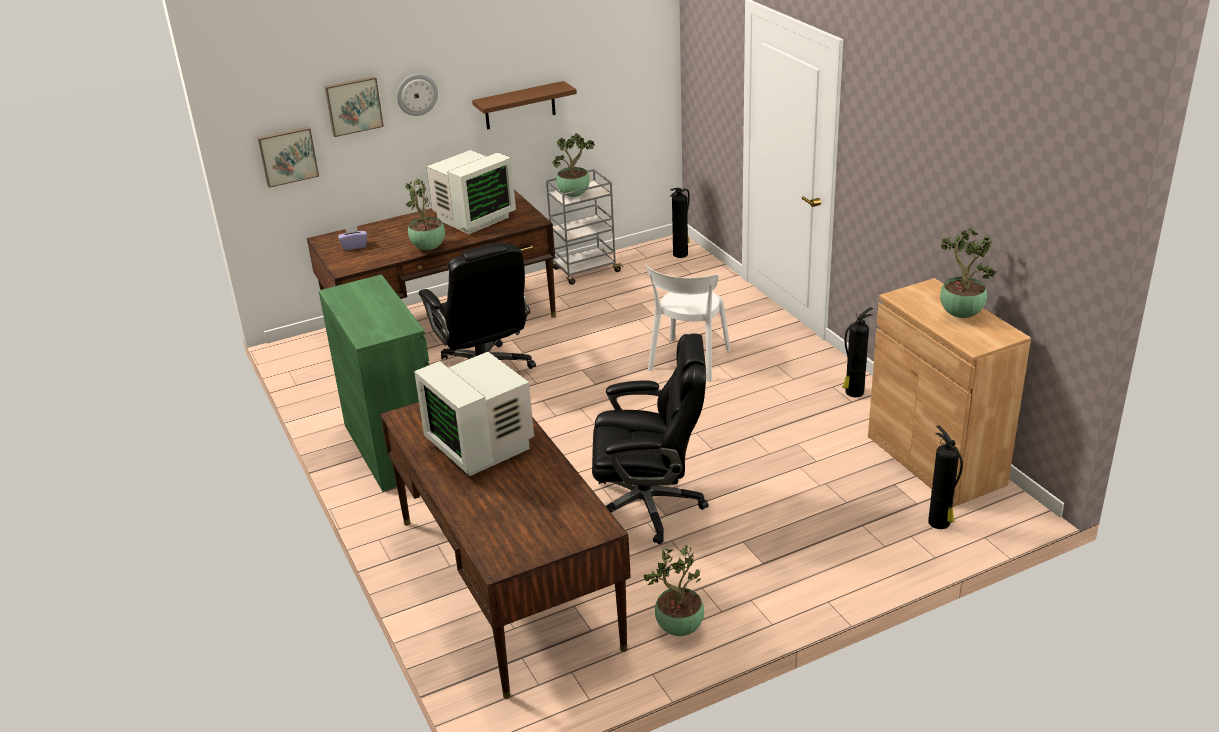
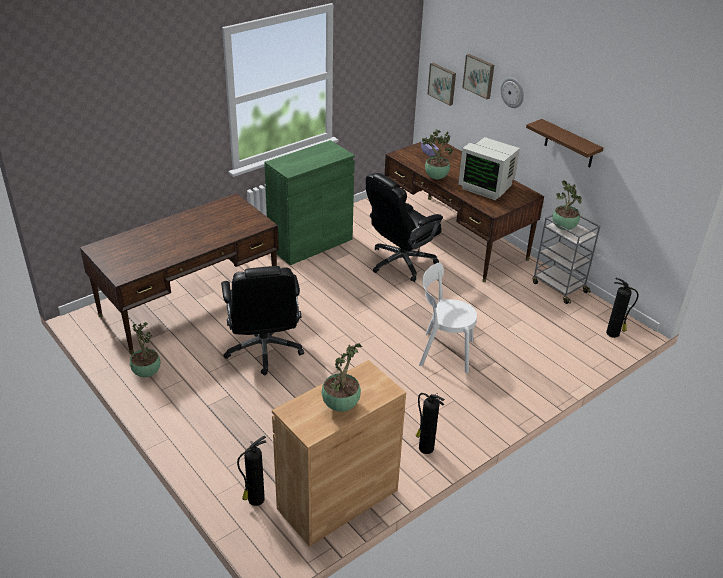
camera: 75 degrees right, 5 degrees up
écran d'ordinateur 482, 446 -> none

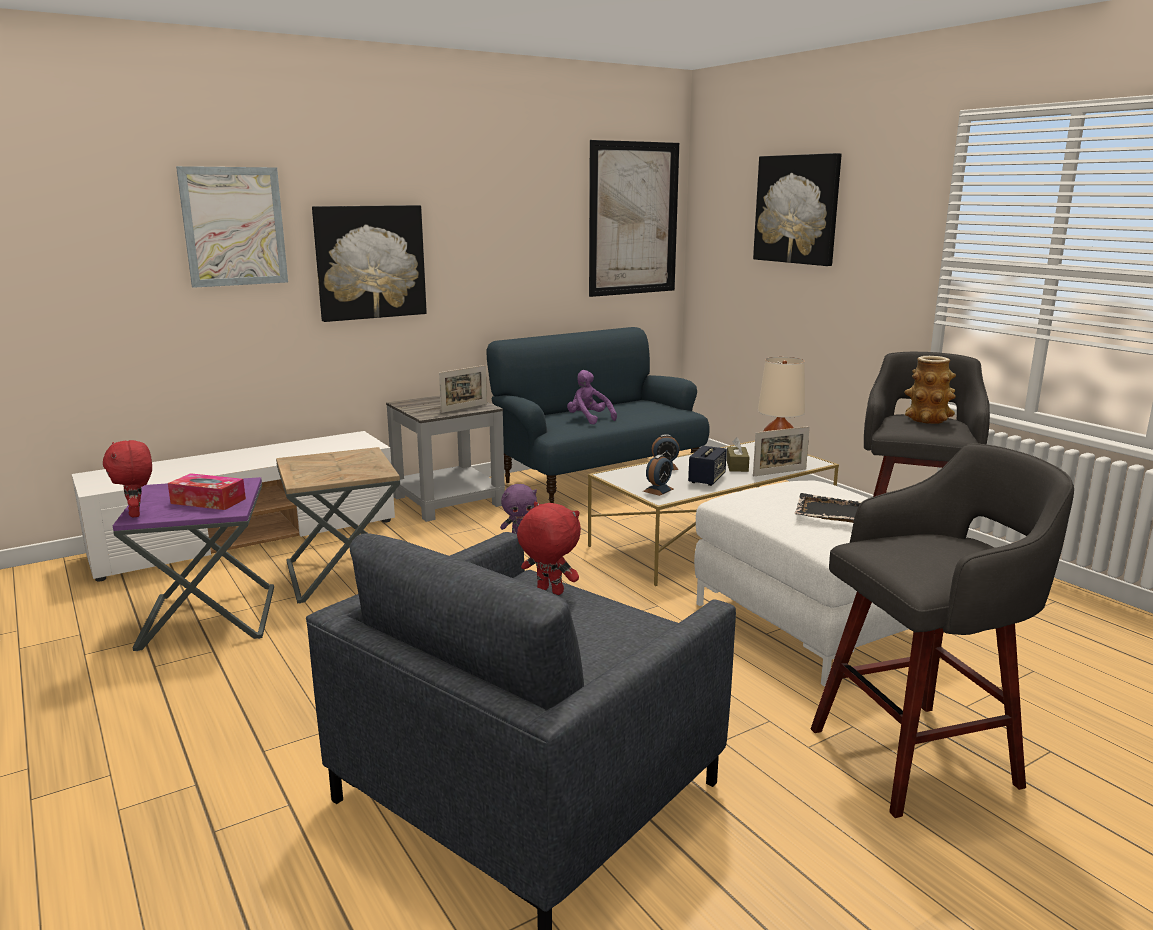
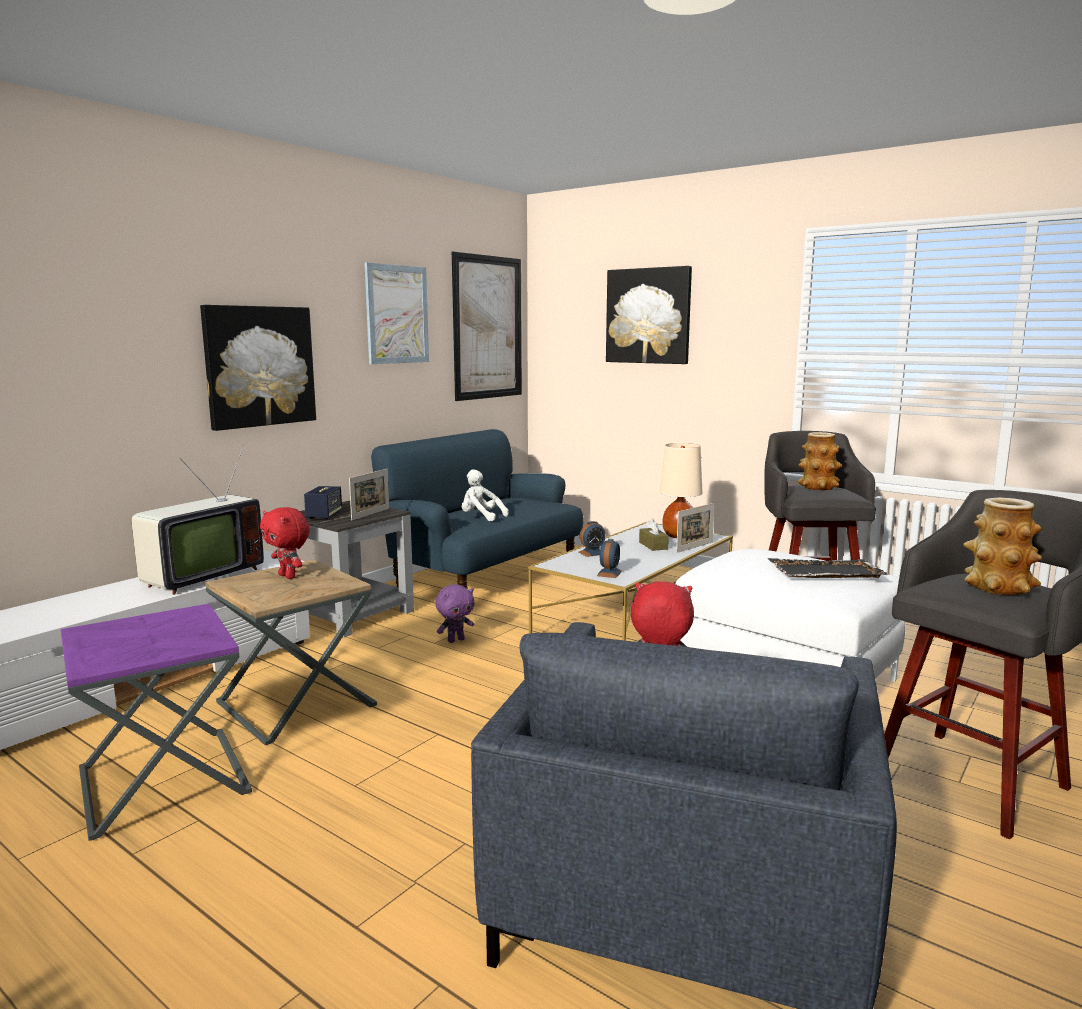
camera: 20 degrees left, 5 degrees down
tableau 234, 226 -> tableau 397, 314, relocated
peluche (violet) 588, 419 -> peluche (blanc) 481, 517
peluche (rouge) 137, 514 -> peluche (rouge) 288, 576, relocated
enceinte 707, 479 -> enceinte 324, 515, relocated
boîte à mouchoirs 208, 501 -> none
none -> téléviseur 199, 577
none -> vase 998, 588

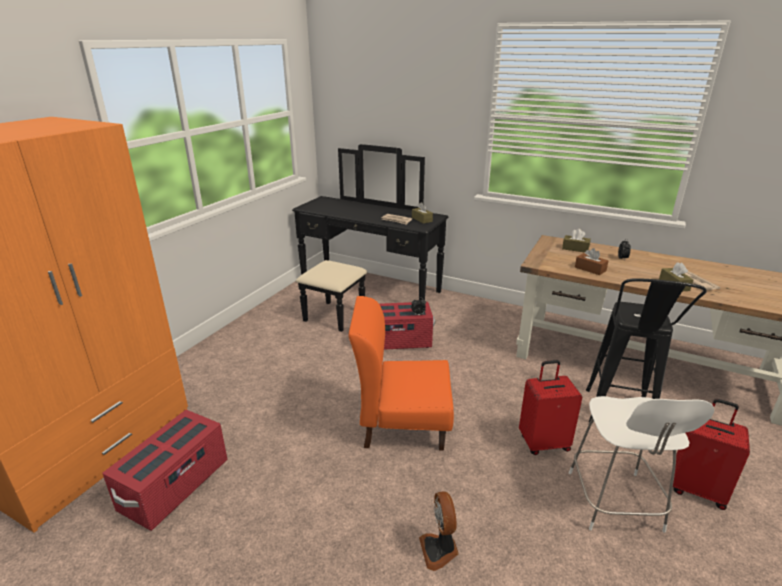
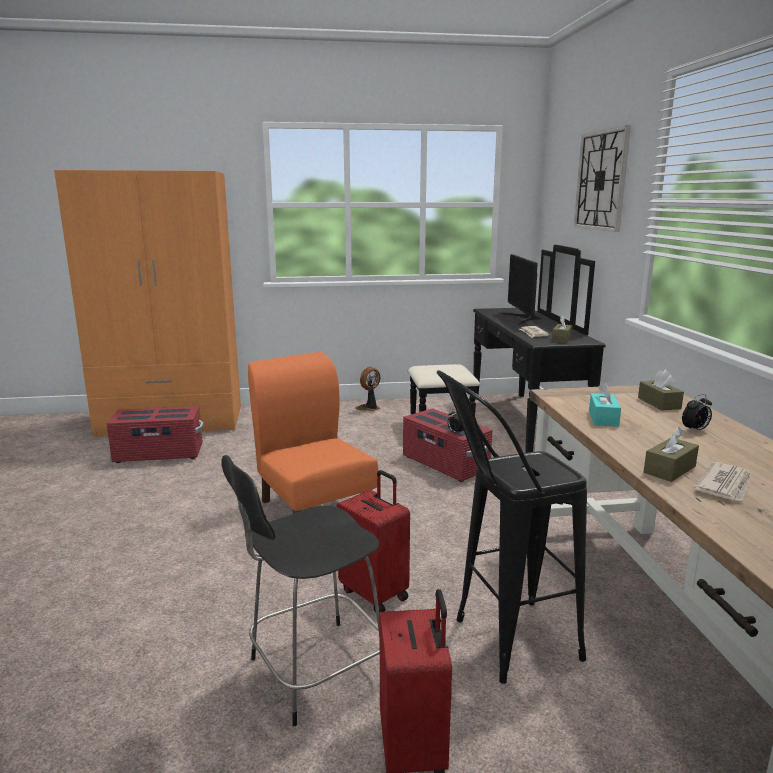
camera: 55 degrees right, 10 degrees down
boîte à mouchoirs (marron) 590, 269 -> boîte à mouchoirs (turquoise) 603, 418
chaise (blanc) 615, 503 -> chaise (noir) 313, 671
ventilateur 439, 550 -> ventilateur 369, 408, relocated
none -> horloge murale 601, 180
none -> écran d'ordinateur 522, 319

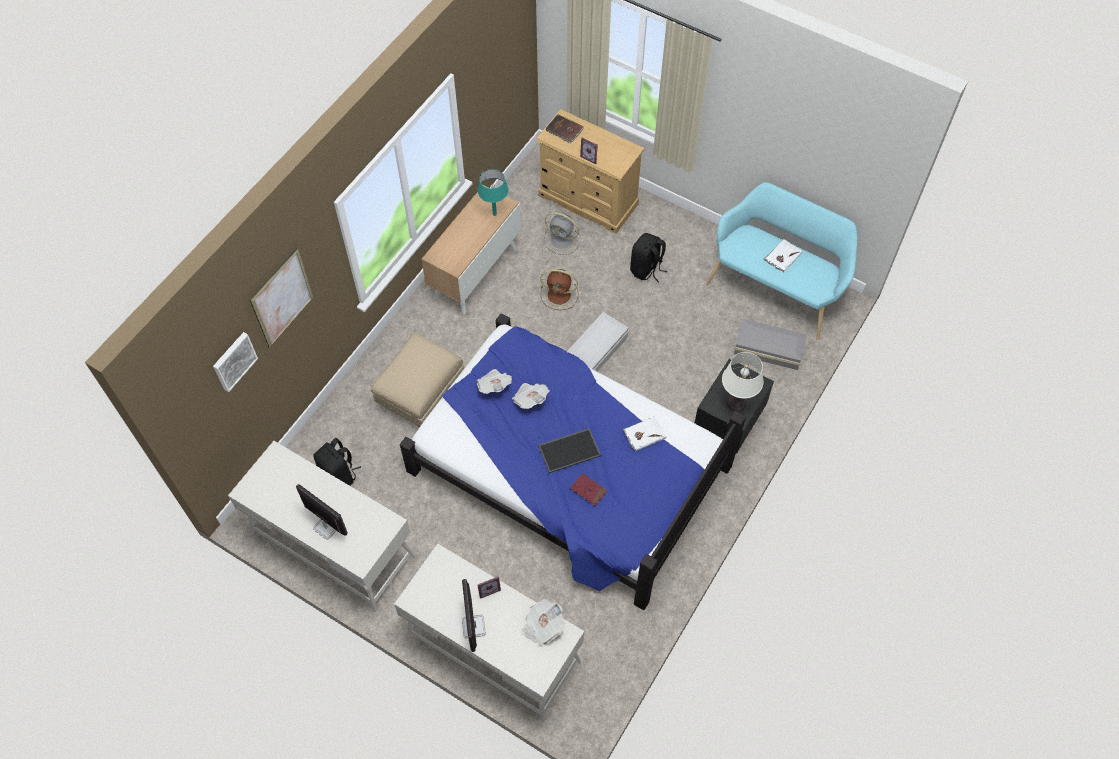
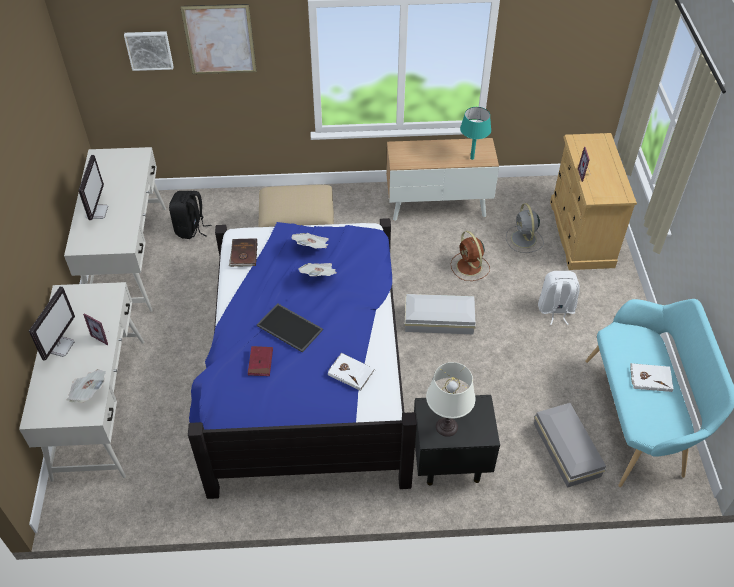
camera: 55 degrees right, 10 degrees down
livre (marron) 564, 130 -> livre (marron) 243, 254, relocated
sac à dos (noir) 646, 269 -> sac à dos (blanc) 555, 309
écran d'ordinateur 474, 627 -> écran d'ordinateur 60, 346, 150 degrees clockwise

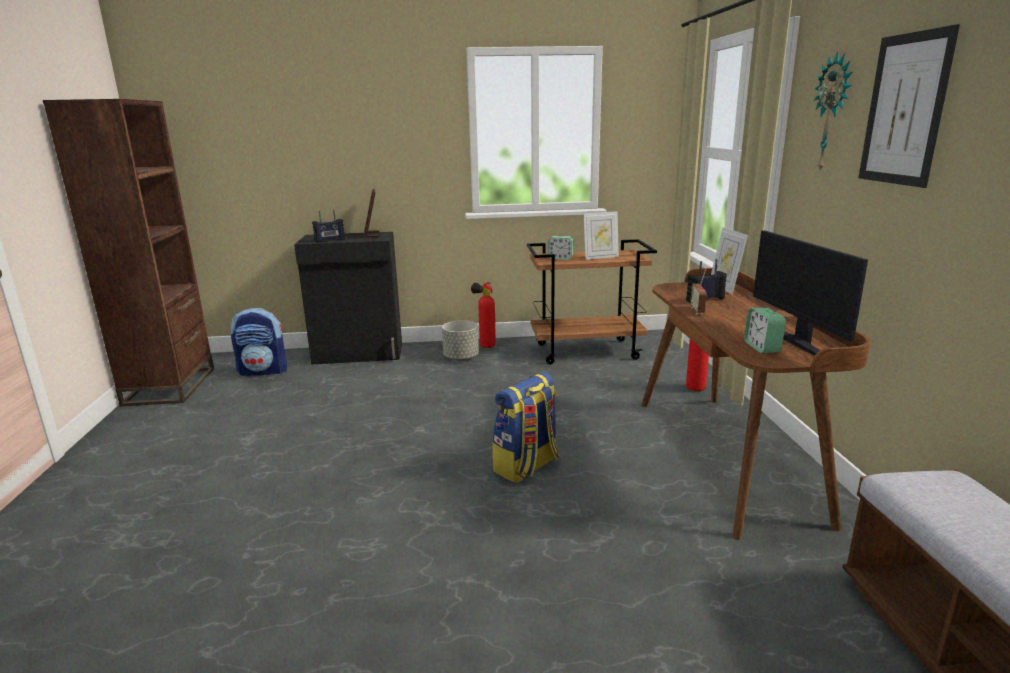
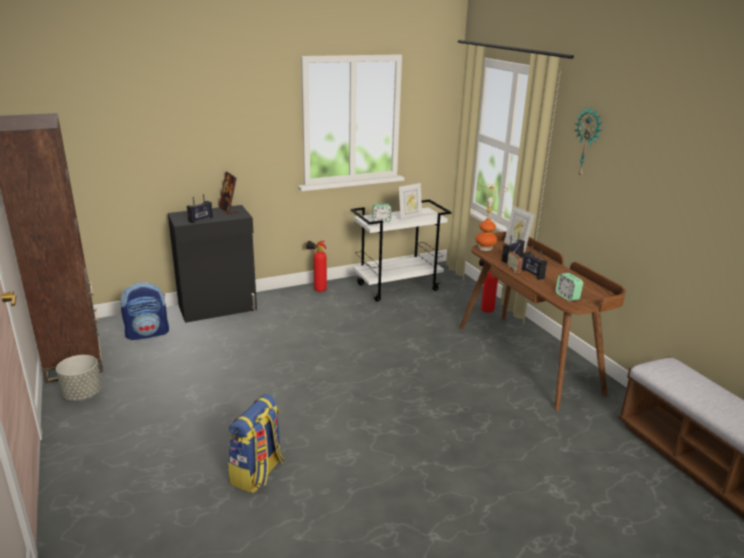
camera: 20 degrees left, 5 degrees up
tableau 904, 110 -> none
écran d'ordinateur 797, 342 -> none
chariot (marron) 587, 351 -> chariot (blanc) 398, 287
cache-pot (gris) 461, 357 -> cache-pot (gris) 82, 394, relocated
sac à dos 526, 466 -> sac à dos 258, 473, relocated
none -> lampe de table 485, 248
none -> radio 532, 274

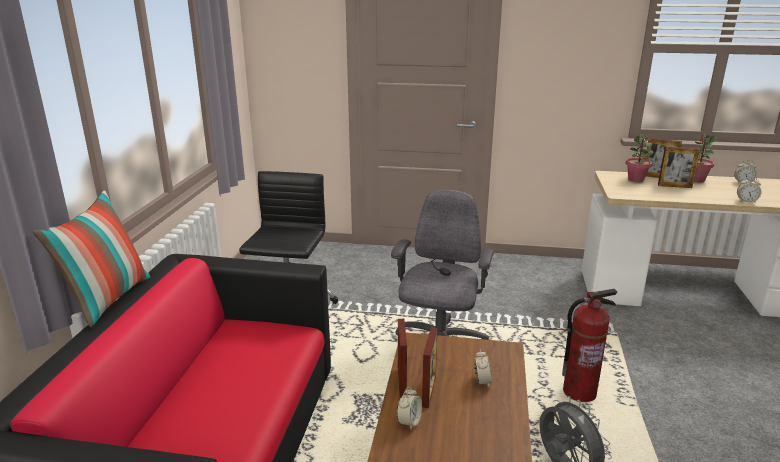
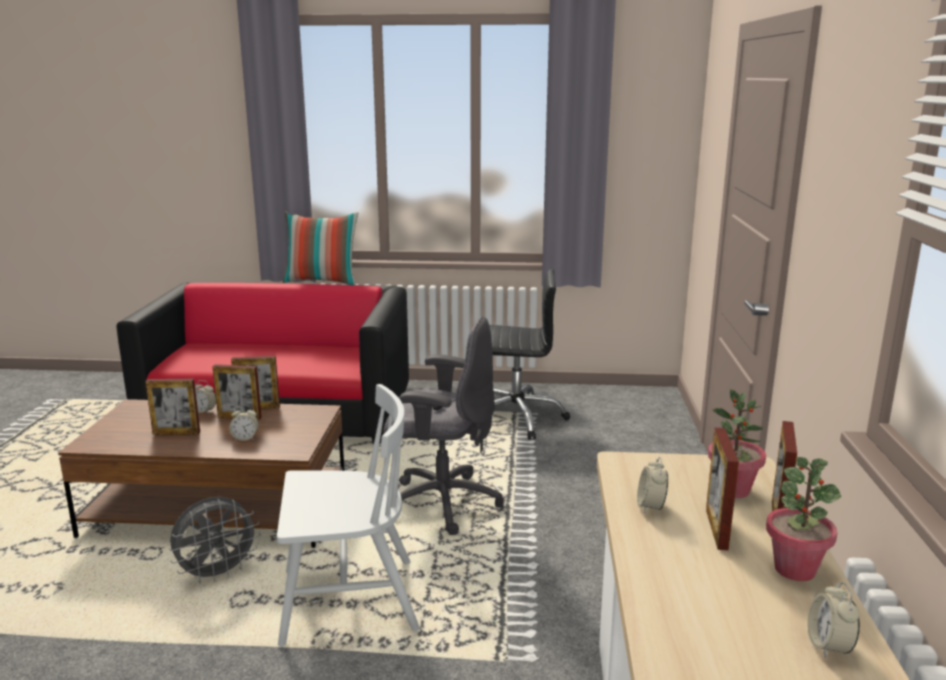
camera: 85 degrees right, 5 degrees down
réveil 746, 201 -> réveil 650, 507, relocated
extincteur 579, 392 -> chaise (blanc) 348, 600
none -> cadre photo 176, 433

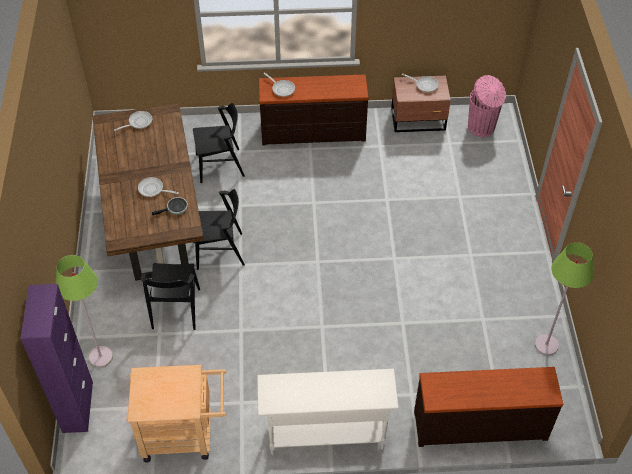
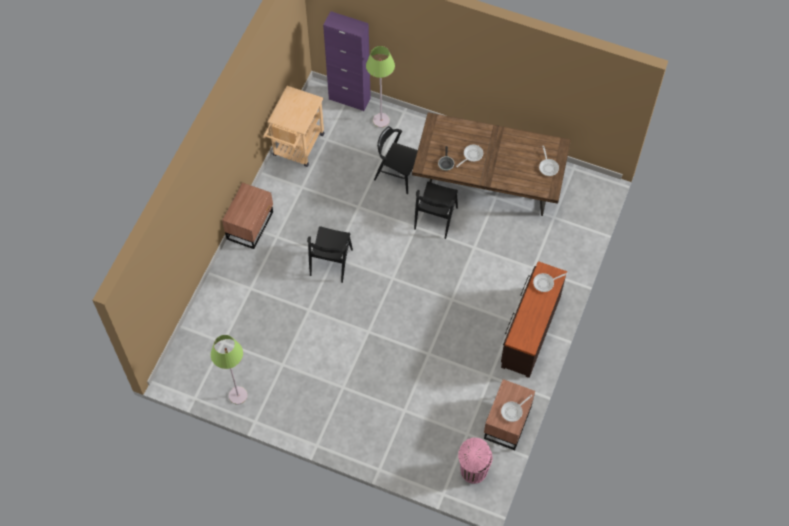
camera: 115 degrees right, 10 degrees up
chaise (noir) 220, 165 -> chaise (noir) 331, 262, relocated
commode (marron) 480, 424 -> none
table console (blanc) 326, 435 -> table de chevet (marron) 251, 225

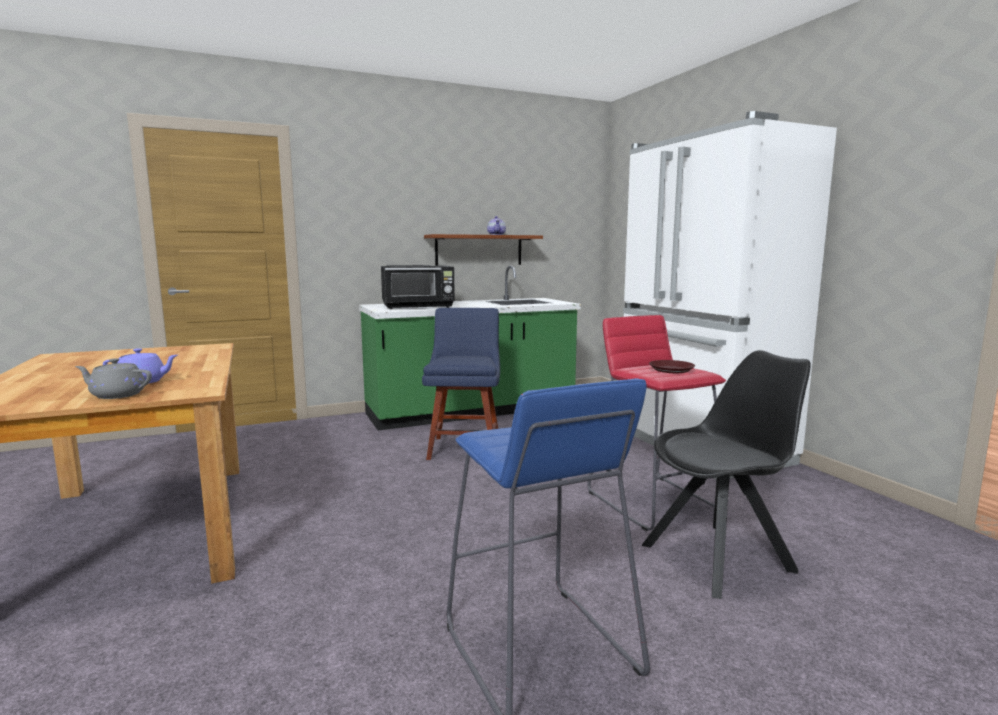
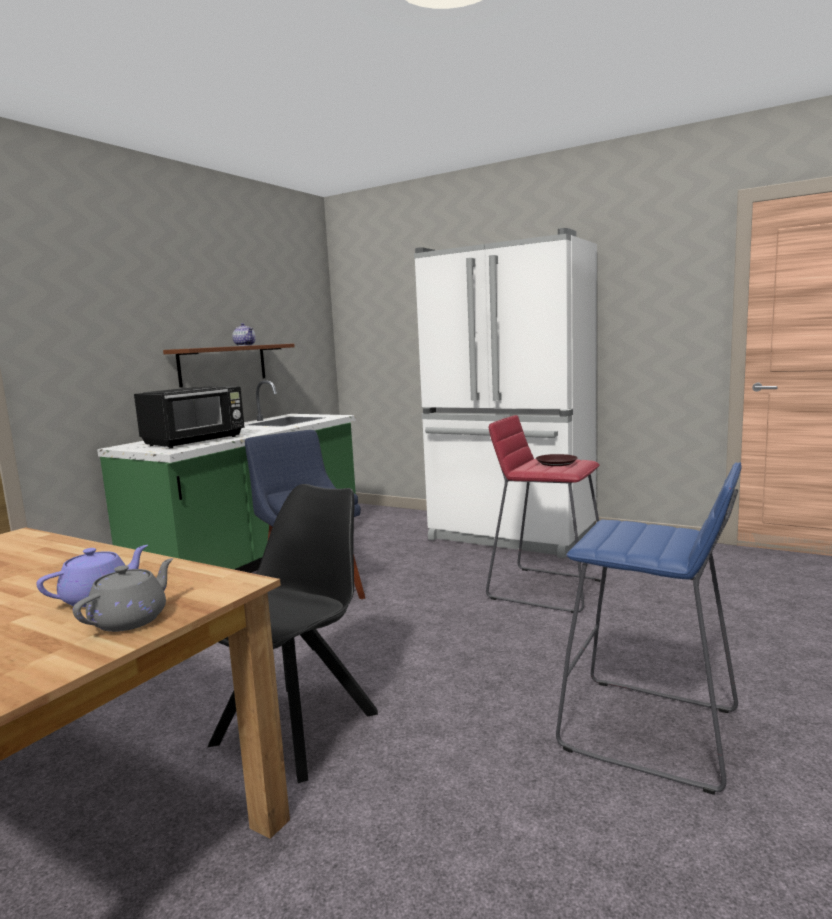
camera: 35 degrees left, 0 degrees up
chaise (noir) 720, 557 -> chaise (noir) 299, 726, relocated
théière (gris) 117, 395 -> théière (gris) 131, 620, 150 degrees clockwise

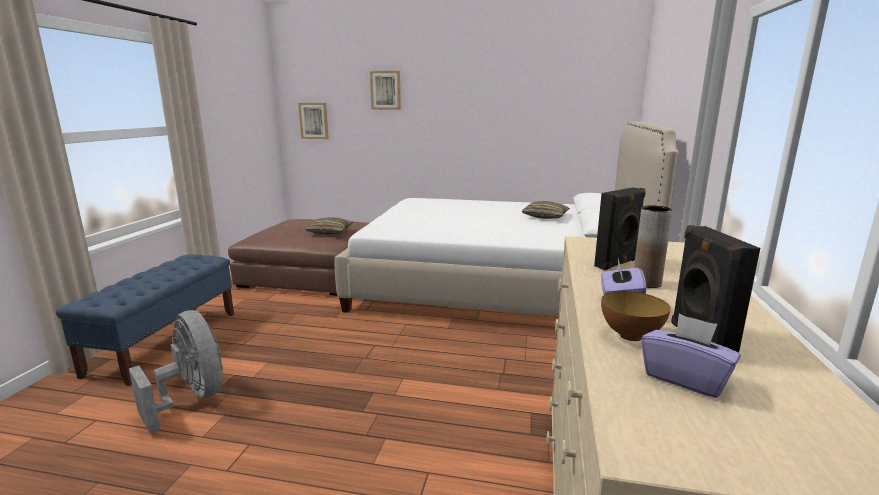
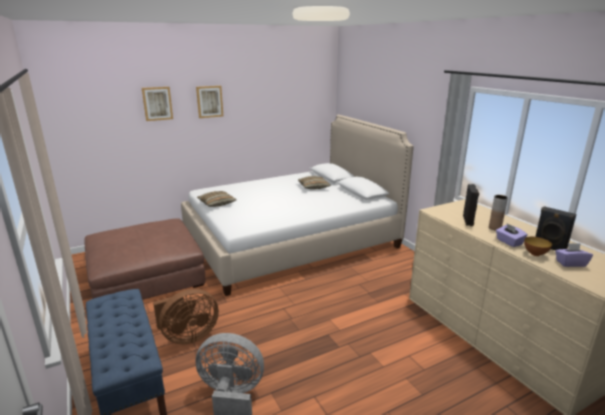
camera: 40 degrees left, 5 degrees up
tableau 314, 121 -> tableau 209, 101, relocated
coussin 330, 232 -> coussin 217, 203, relocated
none -> ventilateur (marron) 188, 336

